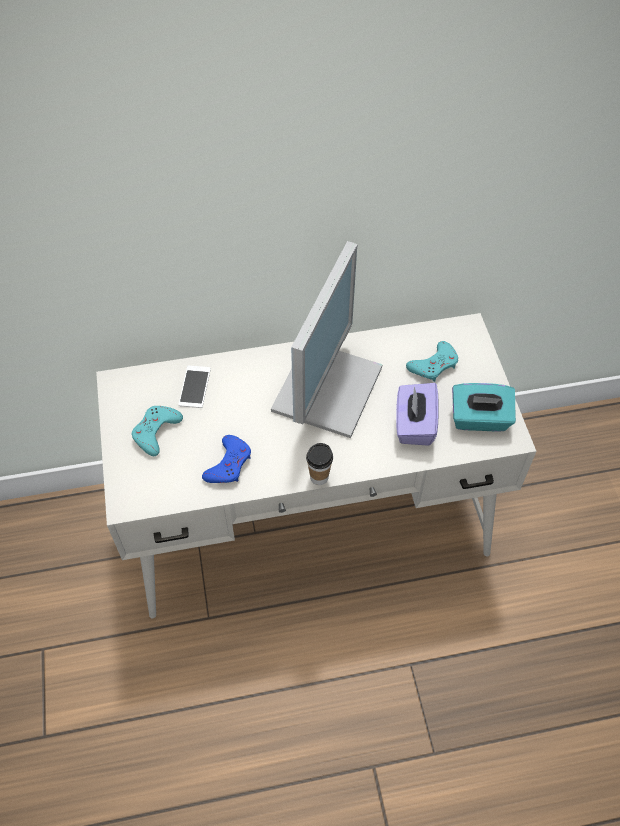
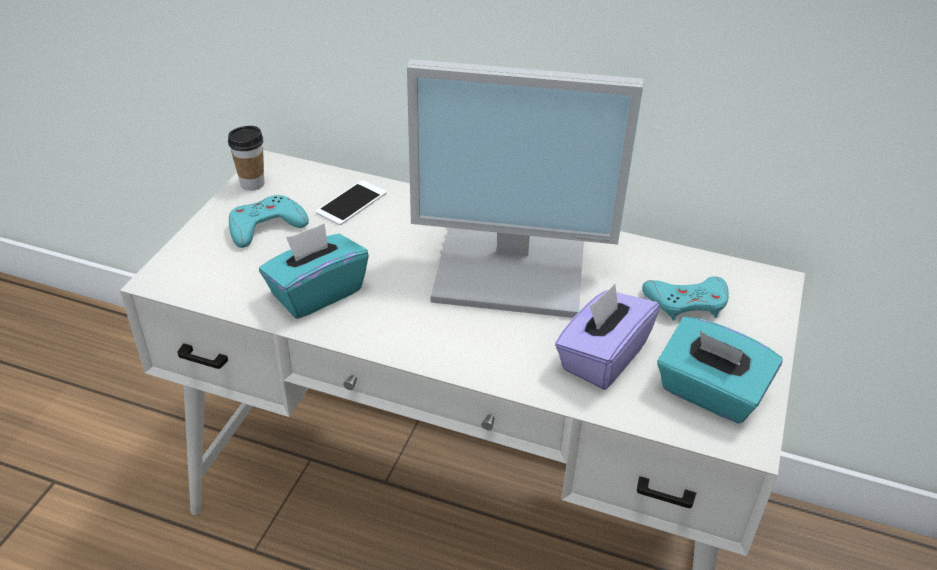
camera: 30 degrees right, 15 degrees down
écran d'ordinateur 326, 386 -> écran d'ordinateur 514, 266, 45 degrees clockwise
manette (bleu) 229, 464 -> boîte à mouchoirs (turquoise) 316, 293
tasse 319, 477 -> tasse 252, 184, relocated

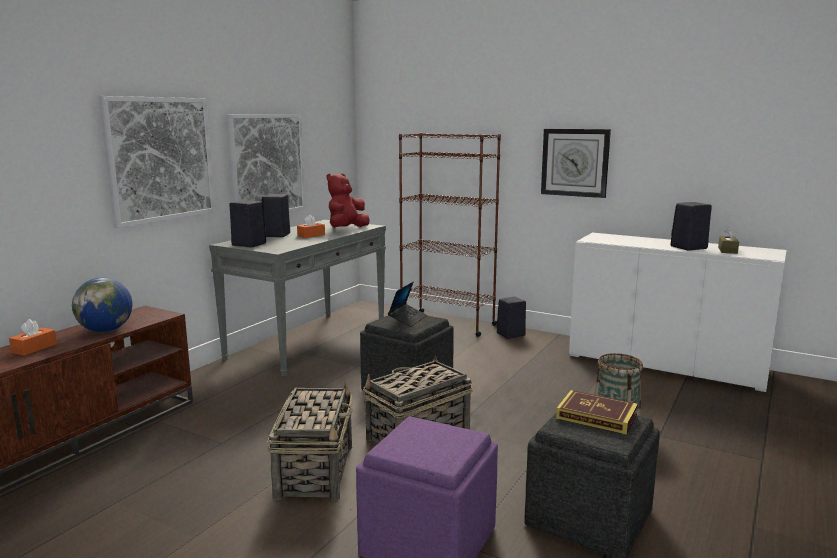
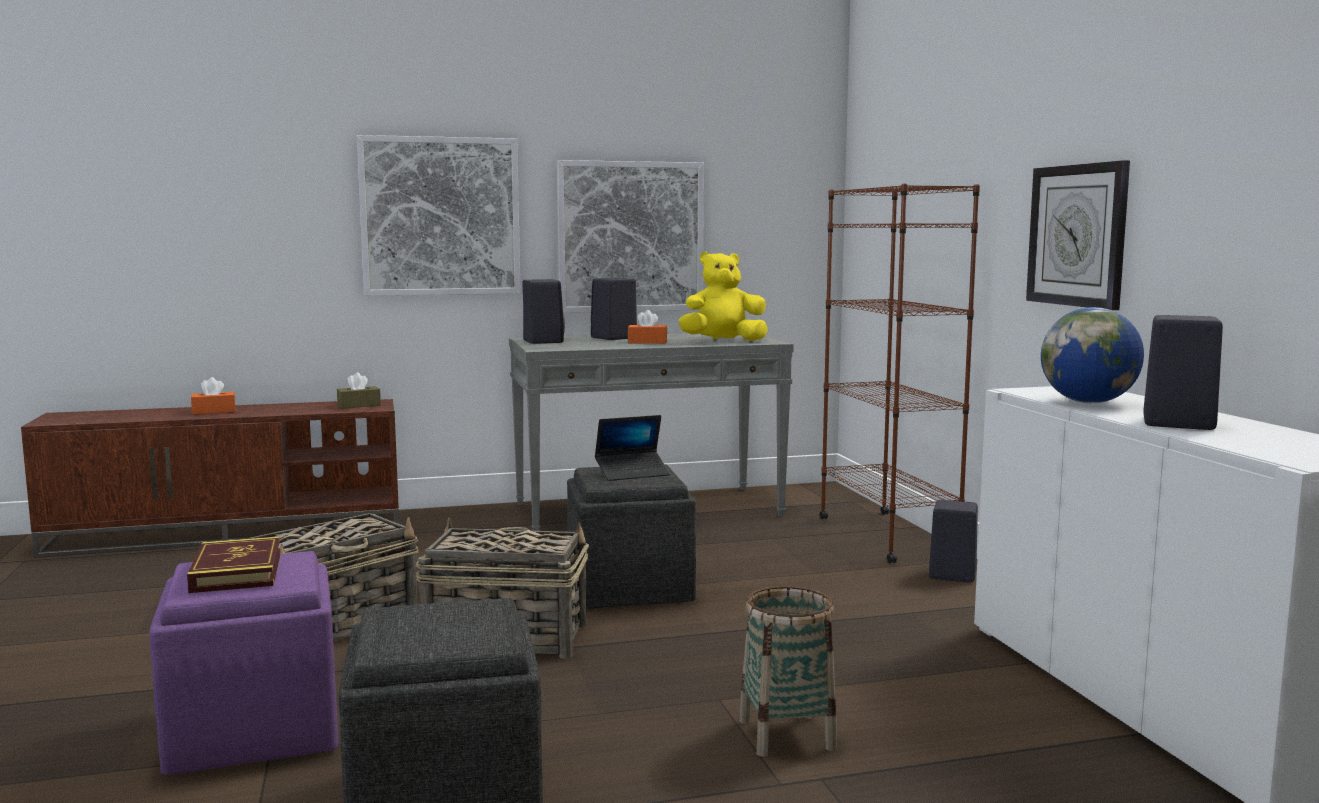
camera: 45 degrees right, 5 degrees down
peluche (rouge) 346, 229 -> peluche (jaune) 723, 341
boîte à mouchoirs (marron) 727, 250 -> boîte à mouchoirs (marron) 359, 405, relocated
globe 106, 330 -> globe 1089, 402, relocated
livre 596, 416 -> livre 237, 572, relocated

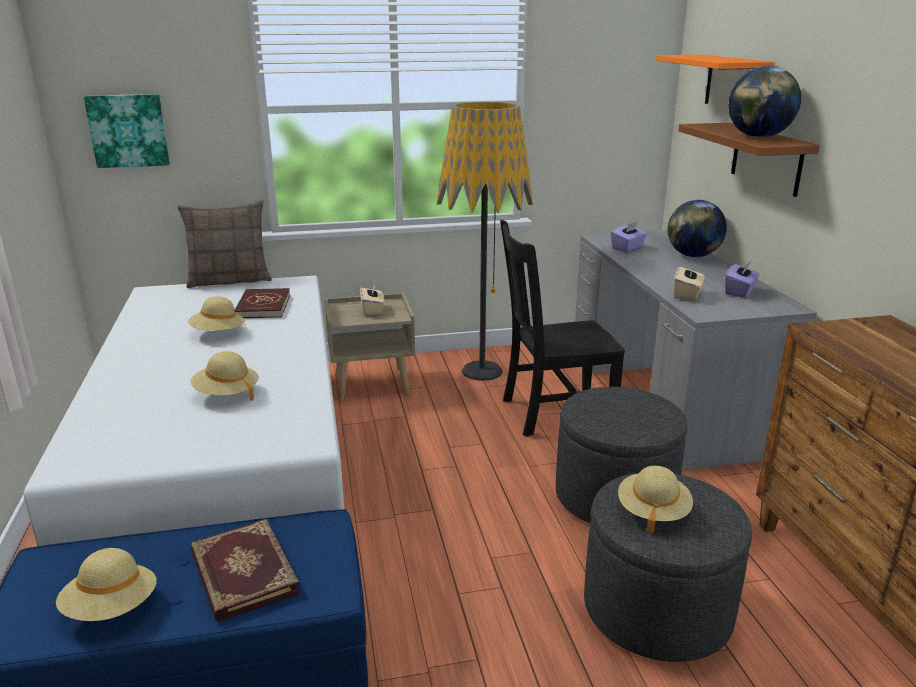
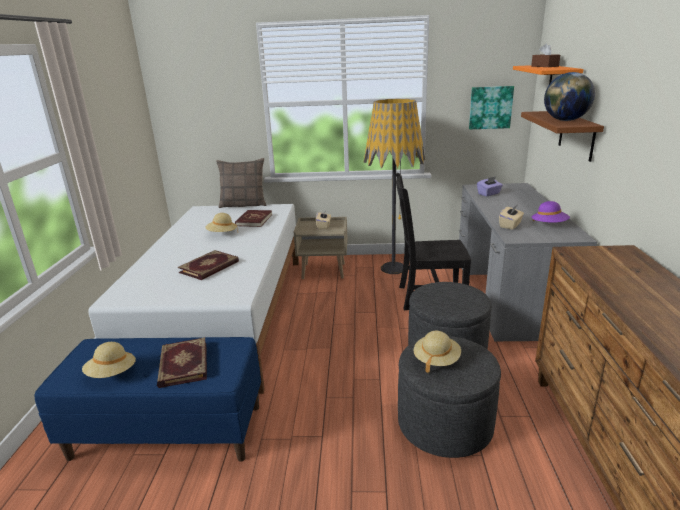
camera: 15 degrees right, 0 degrees up
tableau 128, 130 -> tableau 490, 107, relocated
globe 693, 256 -> none
boîte à mouchoirs (violet) 740, 292 -> chapeau (violet) 549, 225
chapeau (beige) 226, 394 -> livre 210, 267
none -> boîte à mouchoirs (marron) 544, 66

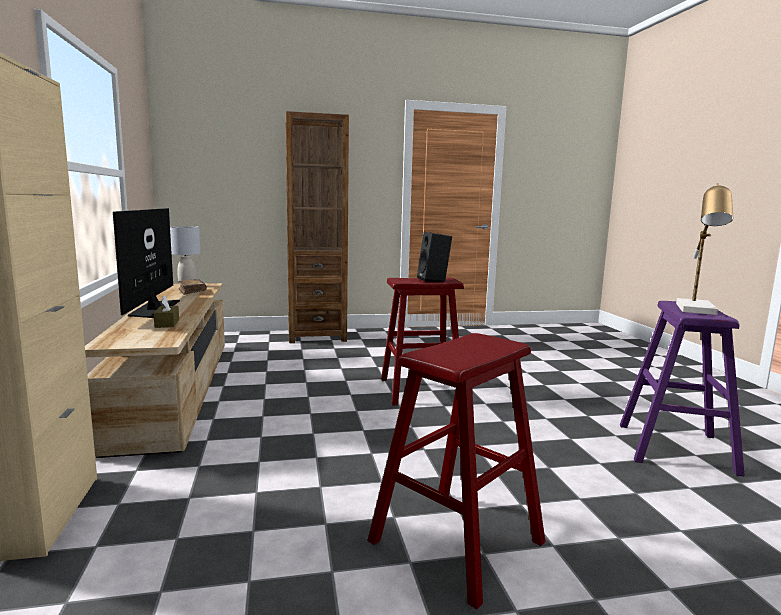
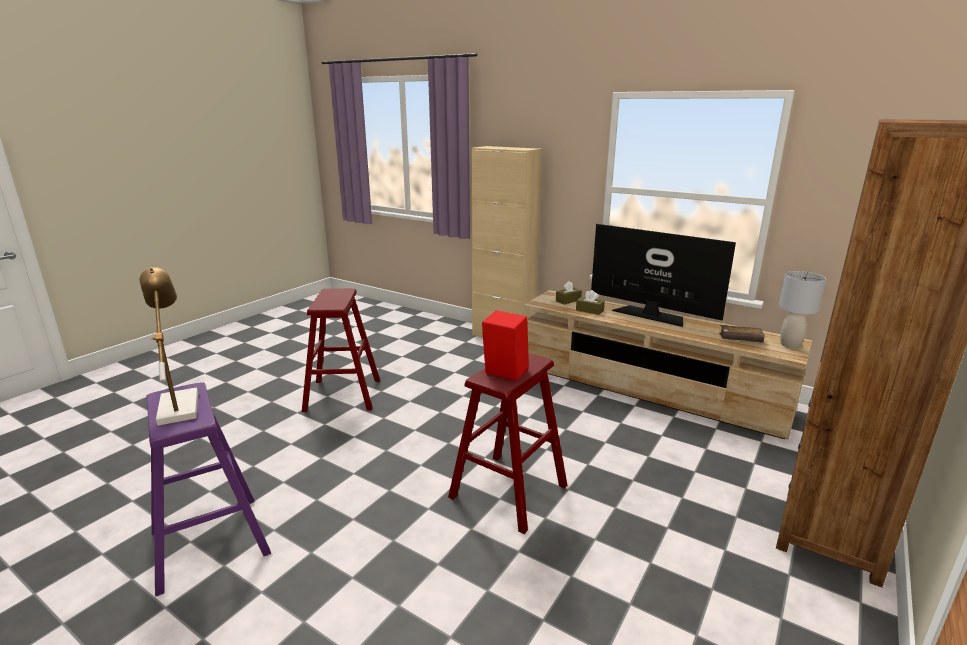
camera: 135 degrees right, 10 degrees up
enceinte (noir) 434, 280 -> enceinte (rouge) 503, 374
none -> boîte à mouchoirs (marron) 568, 300

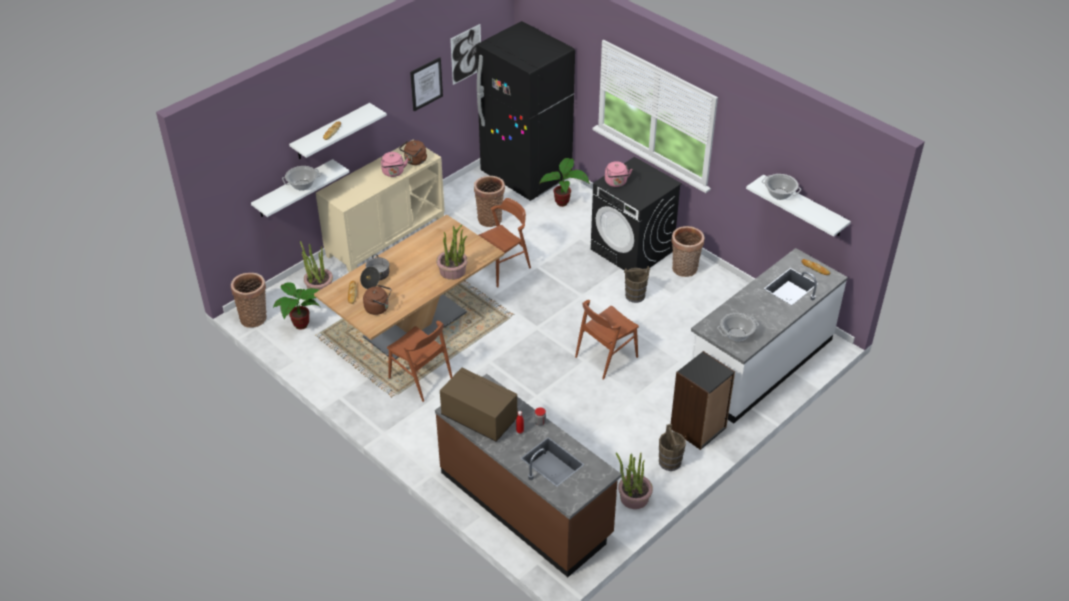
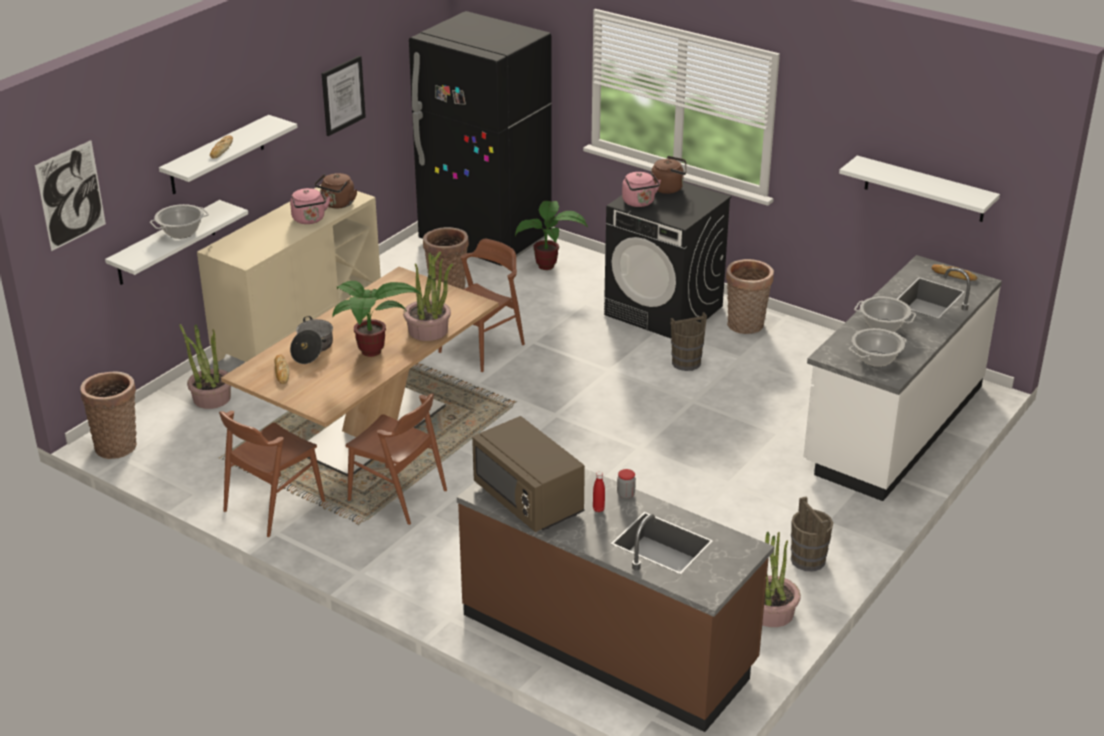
camera: 10 degrees left, 10 degrees down
tableau 466, 54 -> tableau 71, 195, relocated
marmite 780, 194 -> marmite 883, 326, relocated
plante en pot 301, 327 -> plante en pot 371, 353, relocated
bouilloire (marron) 378, 308 -> bouilloire (marron) 669, 188, relocated
chaise (marron) 606, 357 -> chaise (marron) 273, 505, relocated
bibliothèque (noir) 698, 428 -> none
micro-ondes (marron) 478, 418 -> micro-ondes (marron) 529, 500, 150 degrees counterclockwise

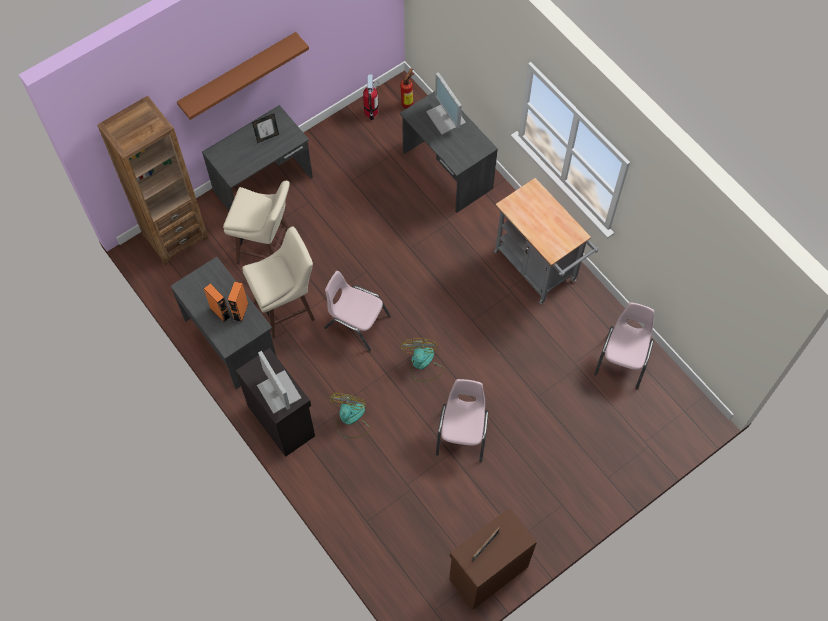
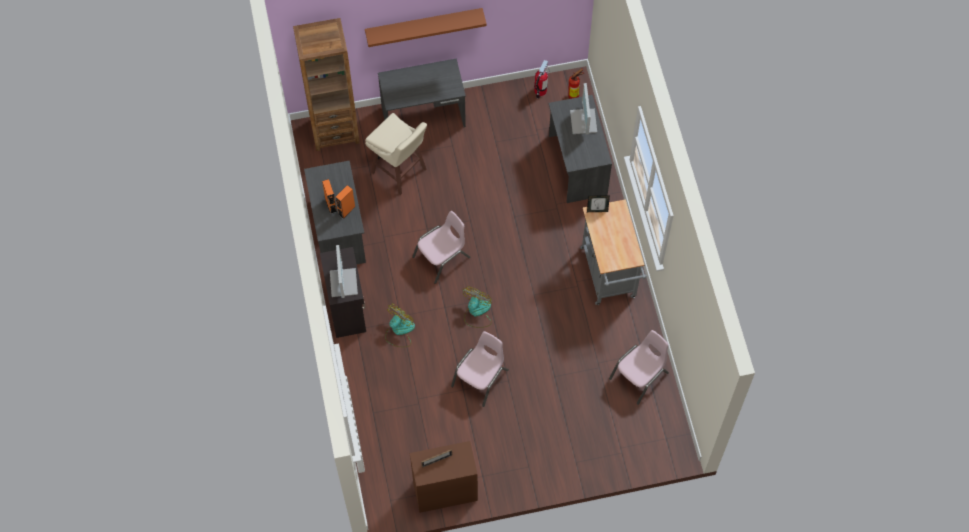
camera: 25 degrees right, 0 degrees up
cadre photo 267, 137 -> cadre photo 597, 210, relocated
tabouret (beige) 286, 310 -> none
chaise (rose) 356, 322 -> chaise (rose) 442, 257, 90 degrees clockwise

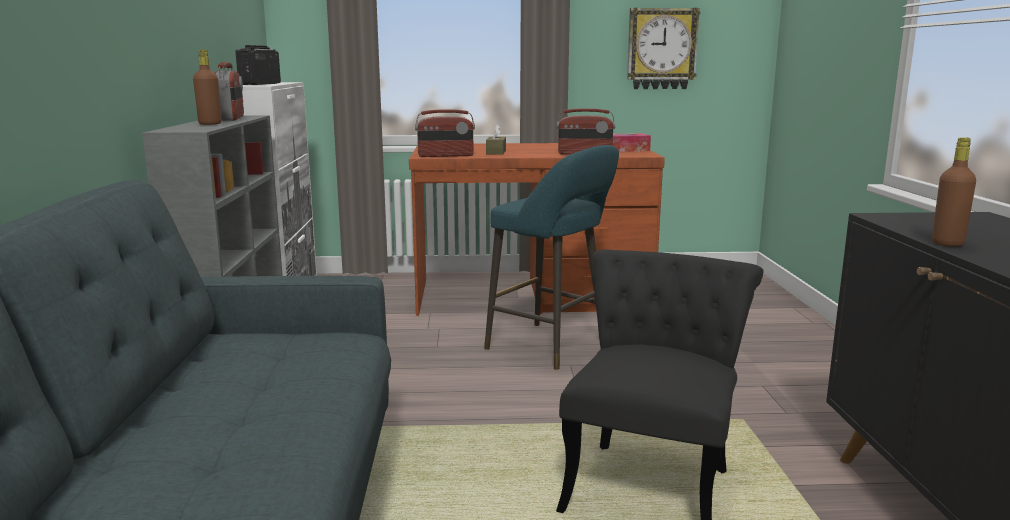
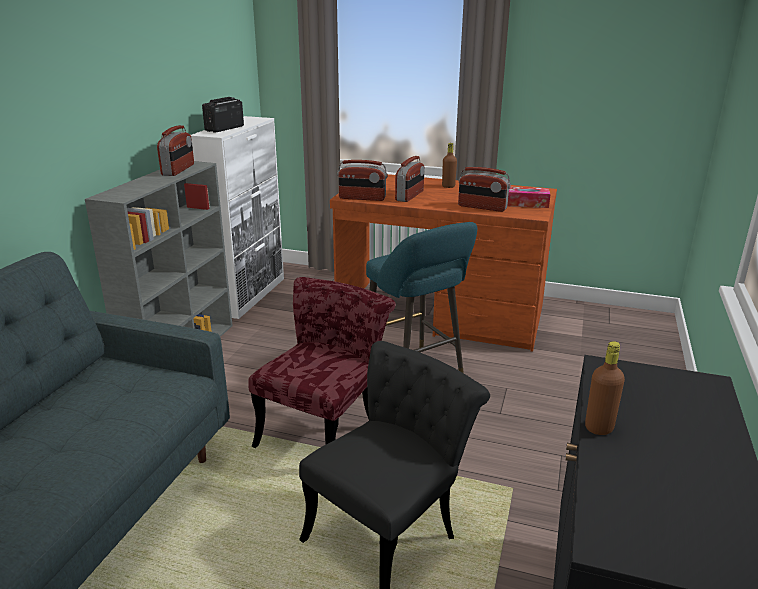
camera: 20 degrees right, 10 degrees up
horloge murale 661, 49 -> none
bouteille (marron) 210, 124 -> bouteille (marron) 448, 186, relocated
boîte à mouchoirs (marron) 496, 152 -> radio 410, 196
none -> chaise (rouge) 324, 429

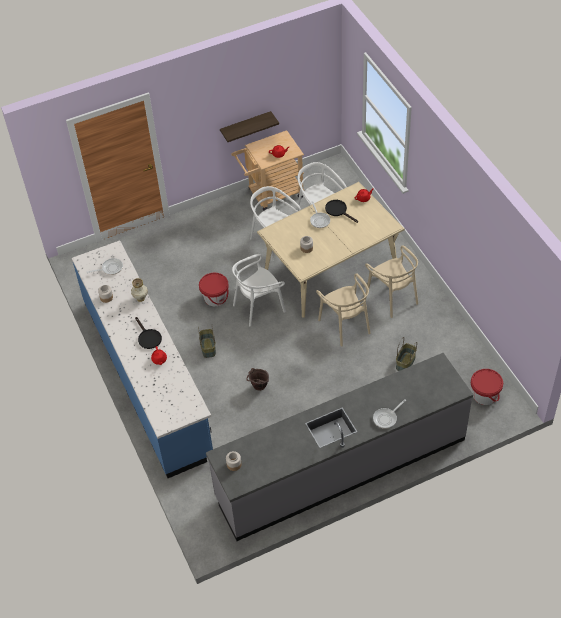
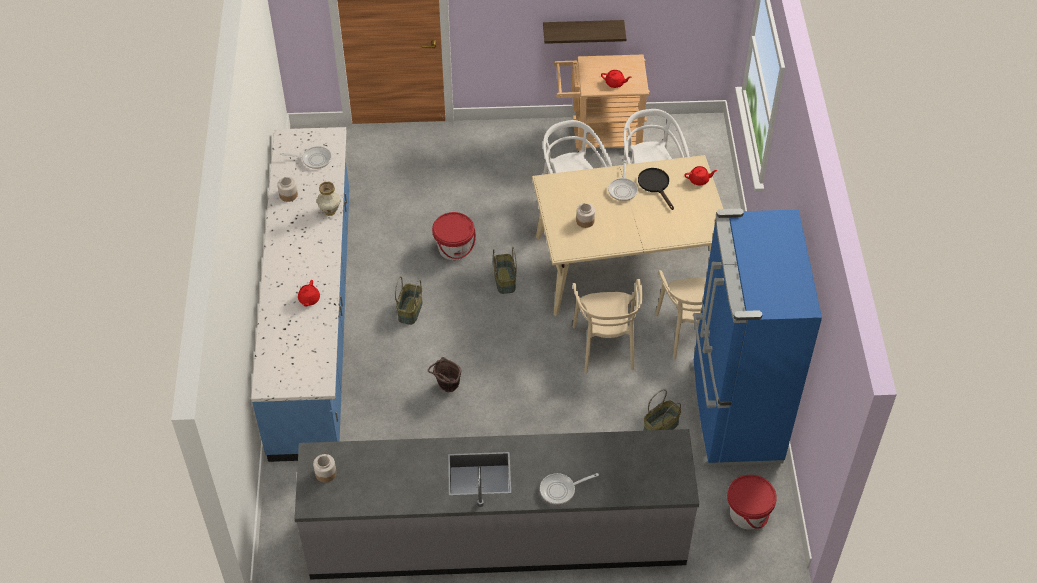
camera: 20 degrees right, 0 degrees up
chaise (blanc) 258, 306 -> panier 504, 280
poêle (noir) 148, 337 -> none
none -> réfrigérateur (bleu) 733, 415

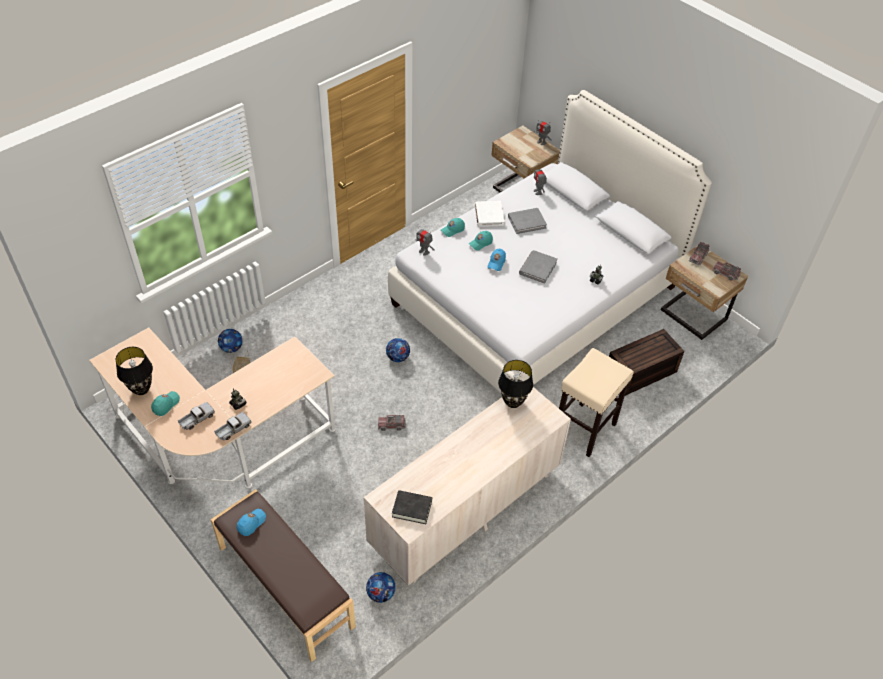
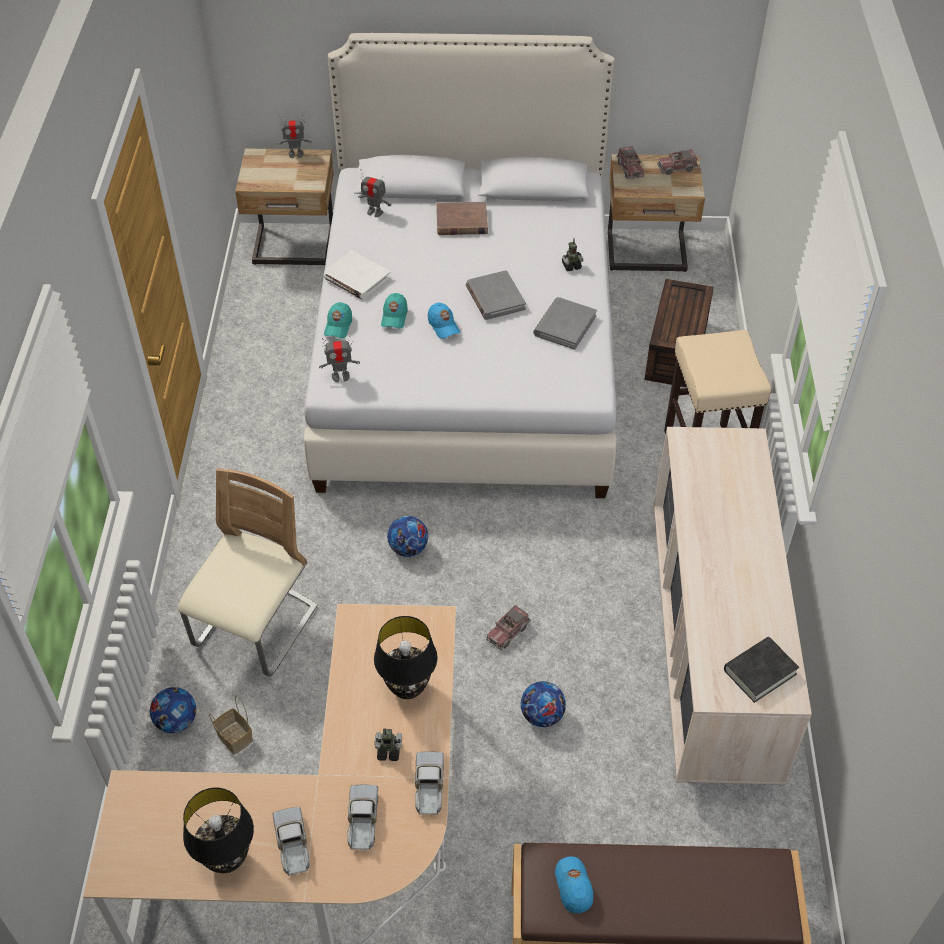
camera: 45 degrees left, 0 degrees up
livre (gris) 526, 222 -> livre (gris) 564, 325, relocated
lampe de table (noir) 512, 403 -> lampe de table (noir) 407, 689, relocated
casquette (turquoise) 166, 405 -> camion jouet 292, 845
ballon de foot 381, 593 -> ballon de foot 542, 715, relocated
none -> livre (marron) 461, 222
none -> chaise (beige) 256, 628

